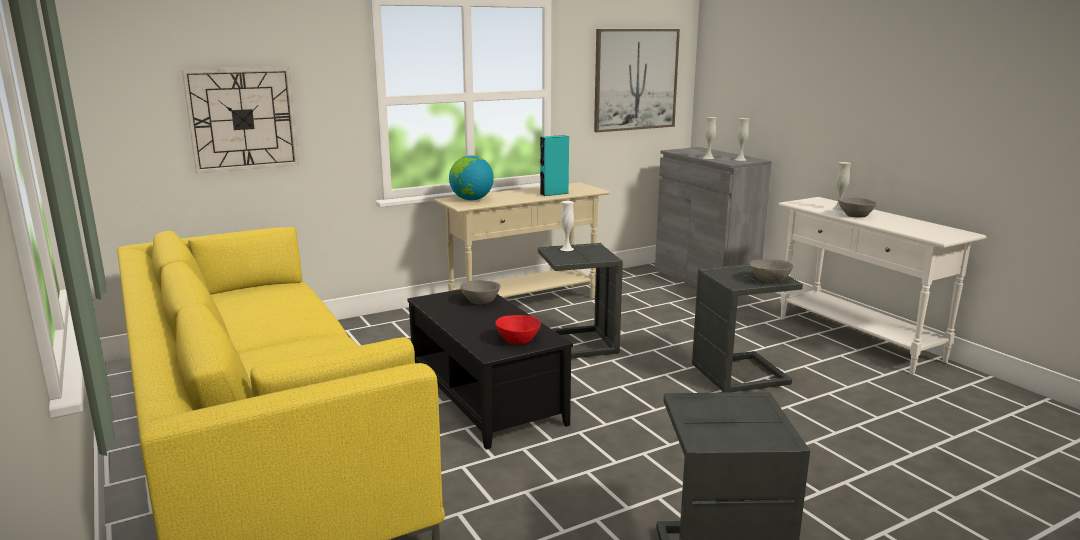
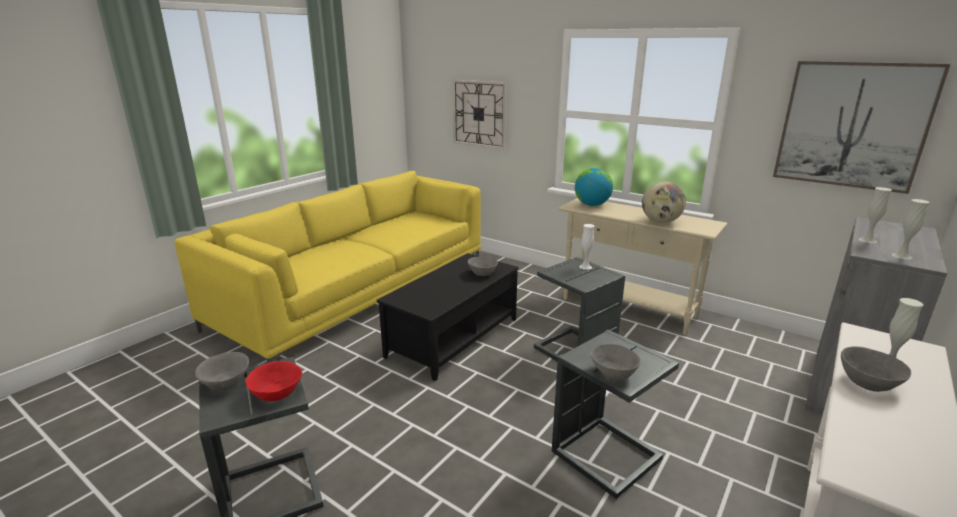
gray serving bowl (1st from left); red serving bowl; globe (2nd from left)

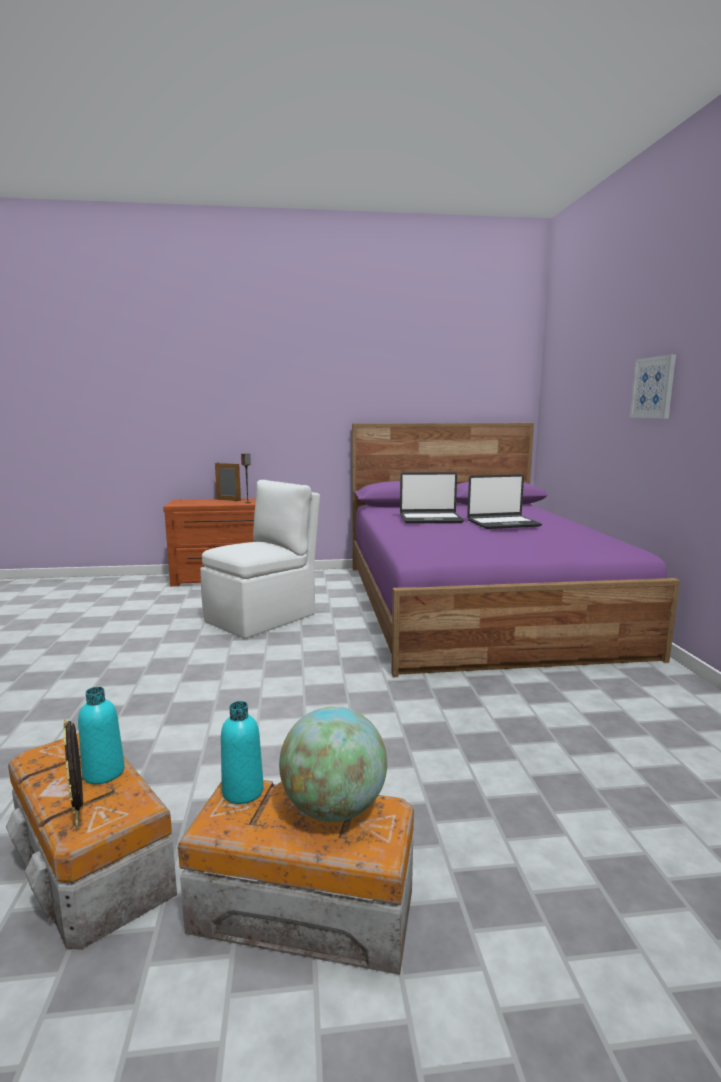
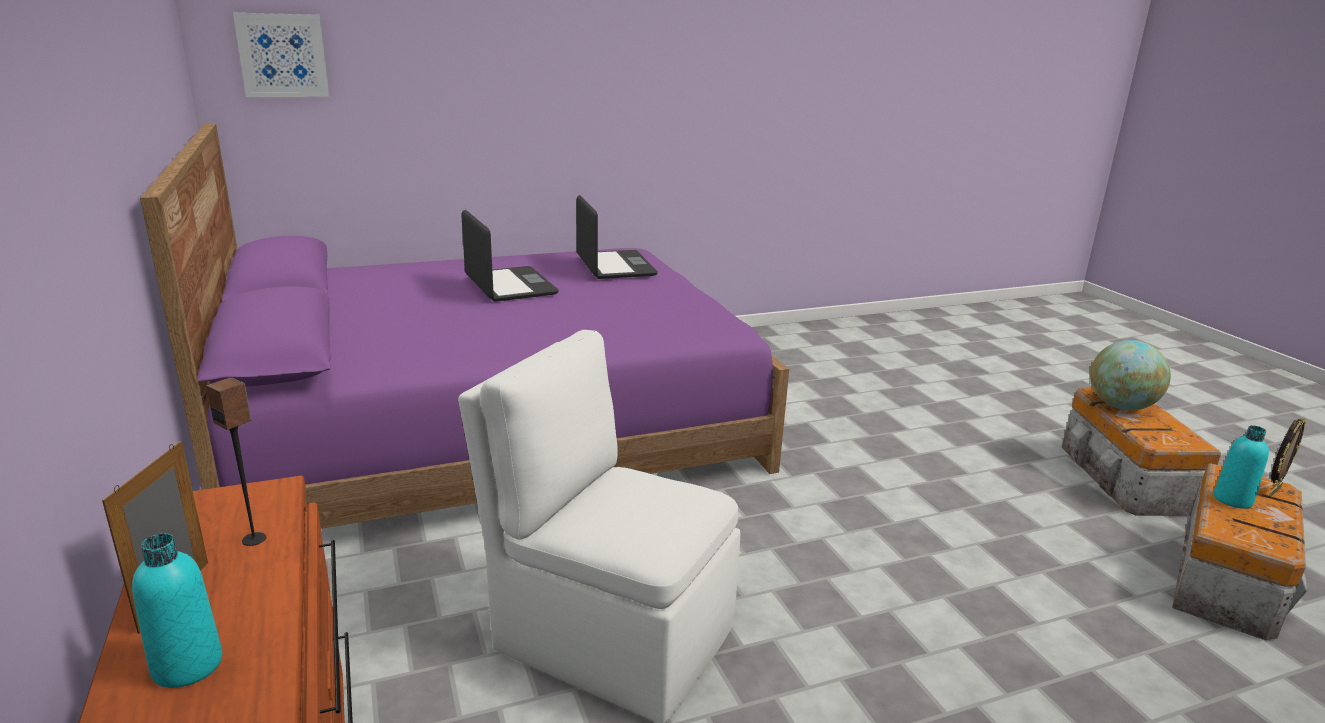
turquoise drink bottle (1st from left); wall art; portable computer (2nd from left)

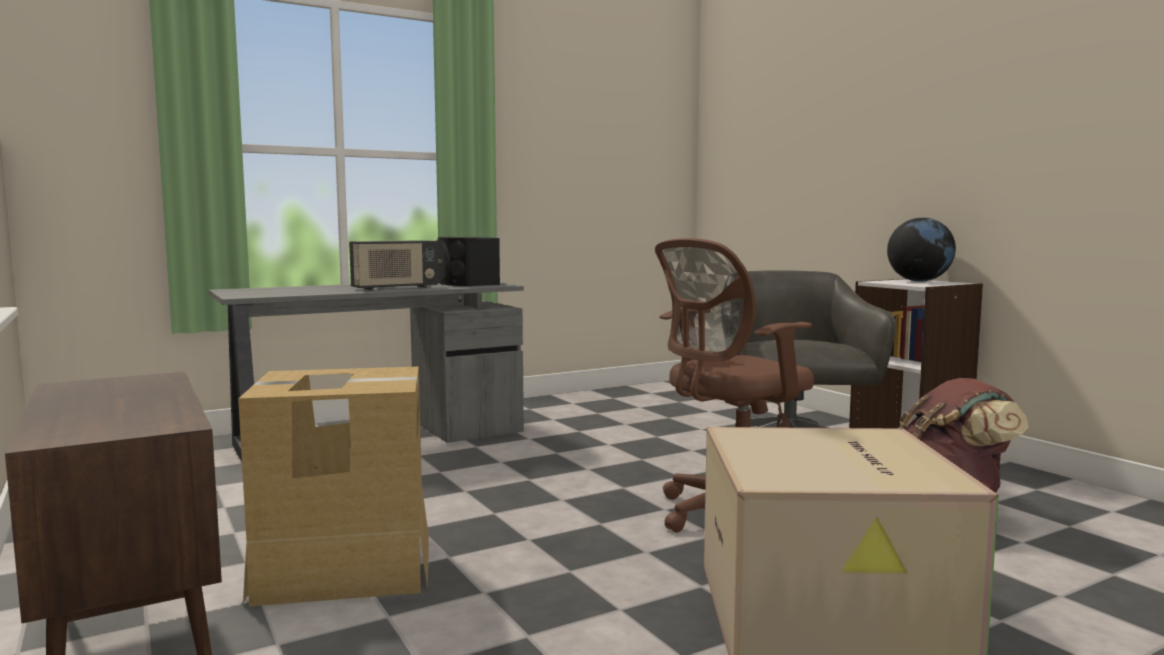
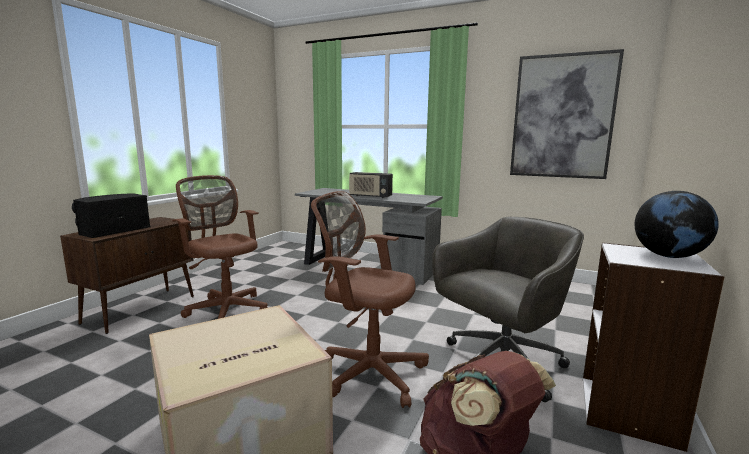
black-coloured audio speaker; brown-coloured computer chair (1st from left); wall art

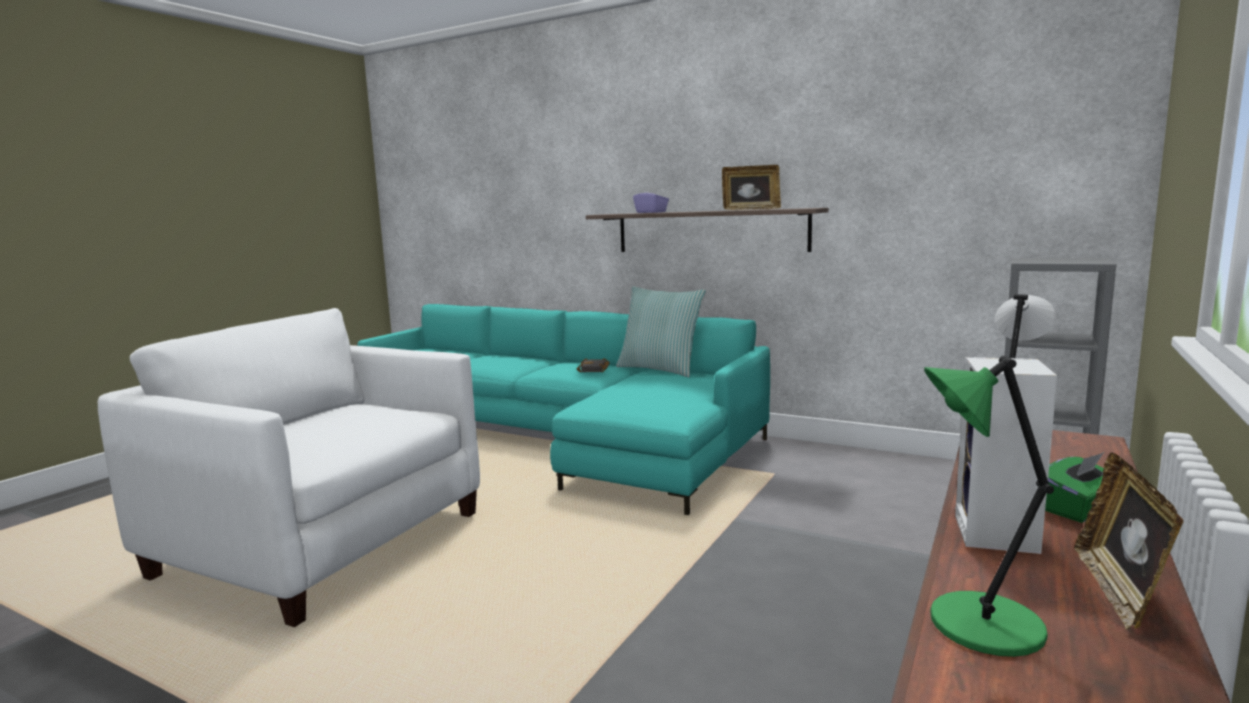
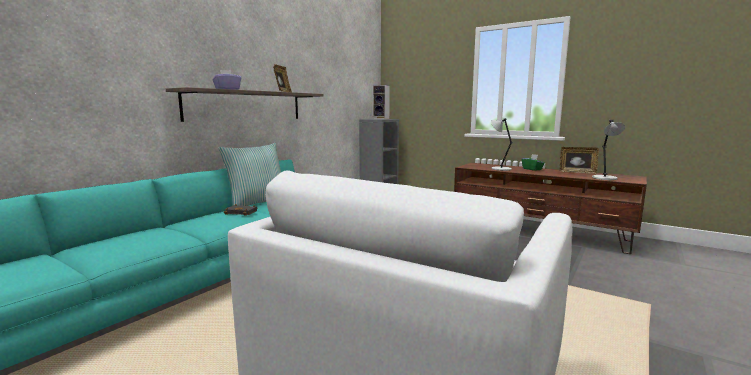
audio speaker; gray lamp for a table (2nd from left)

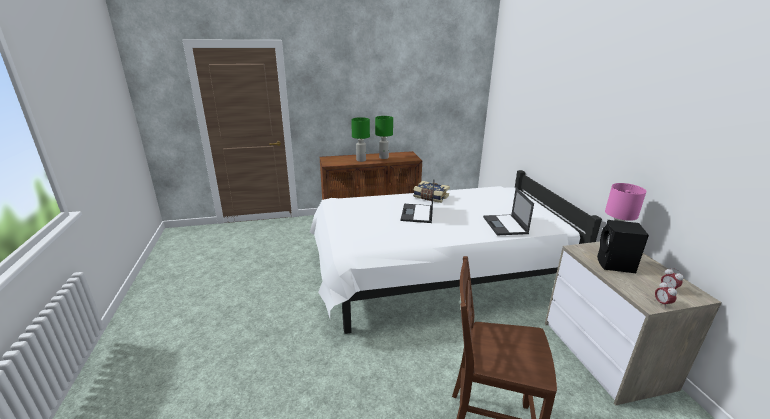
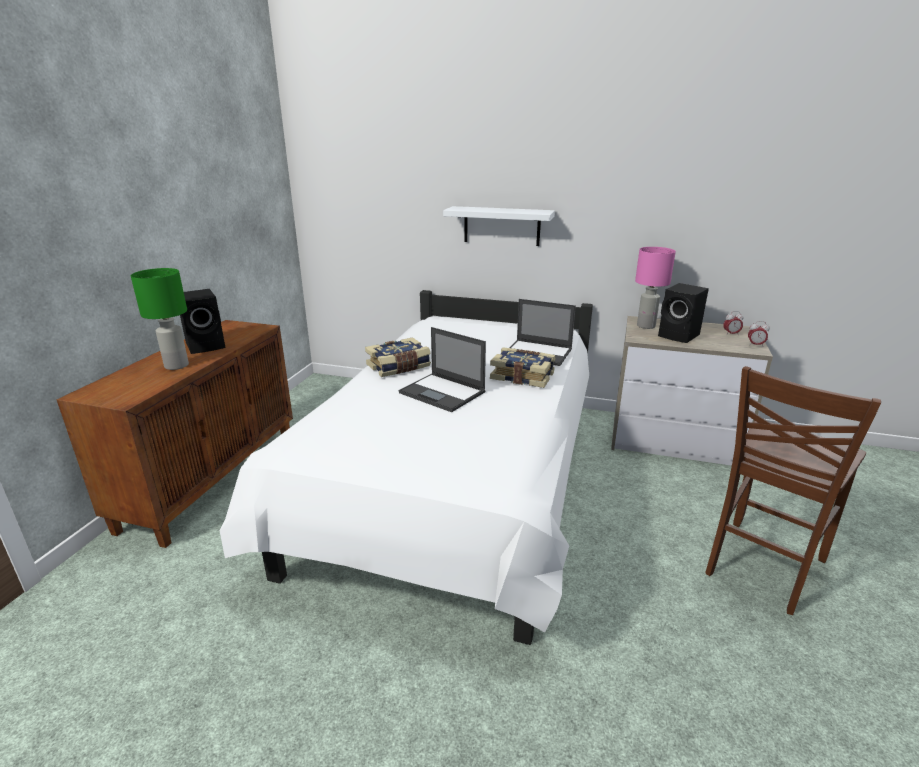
black-coloured audio speaker (1st from left); white-coloured shelf; volume (2nd from left)

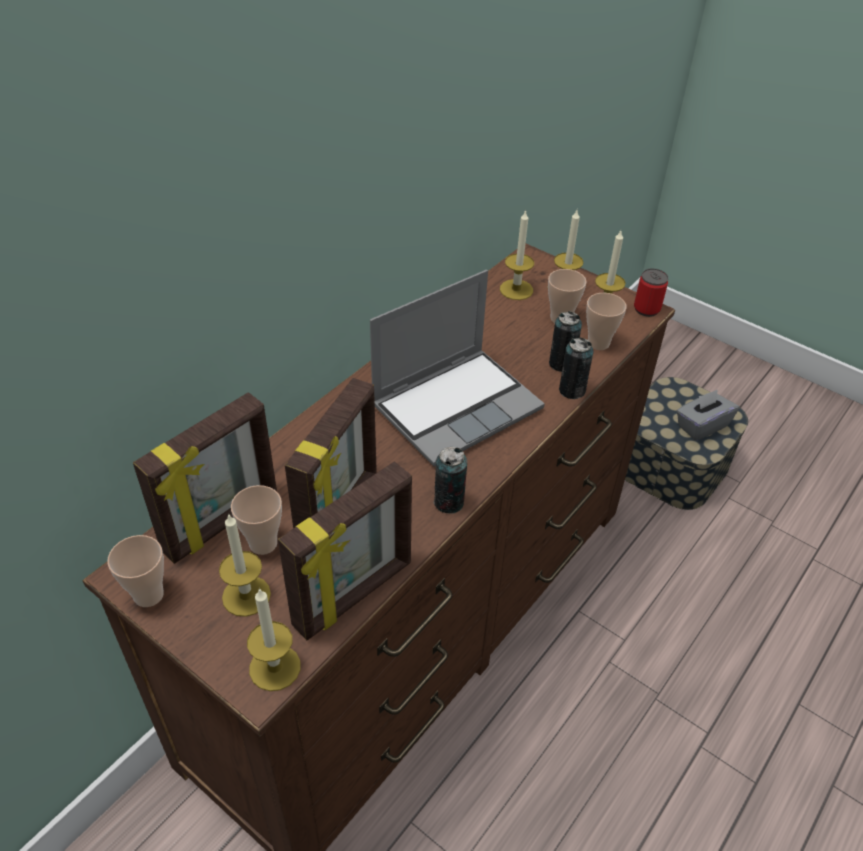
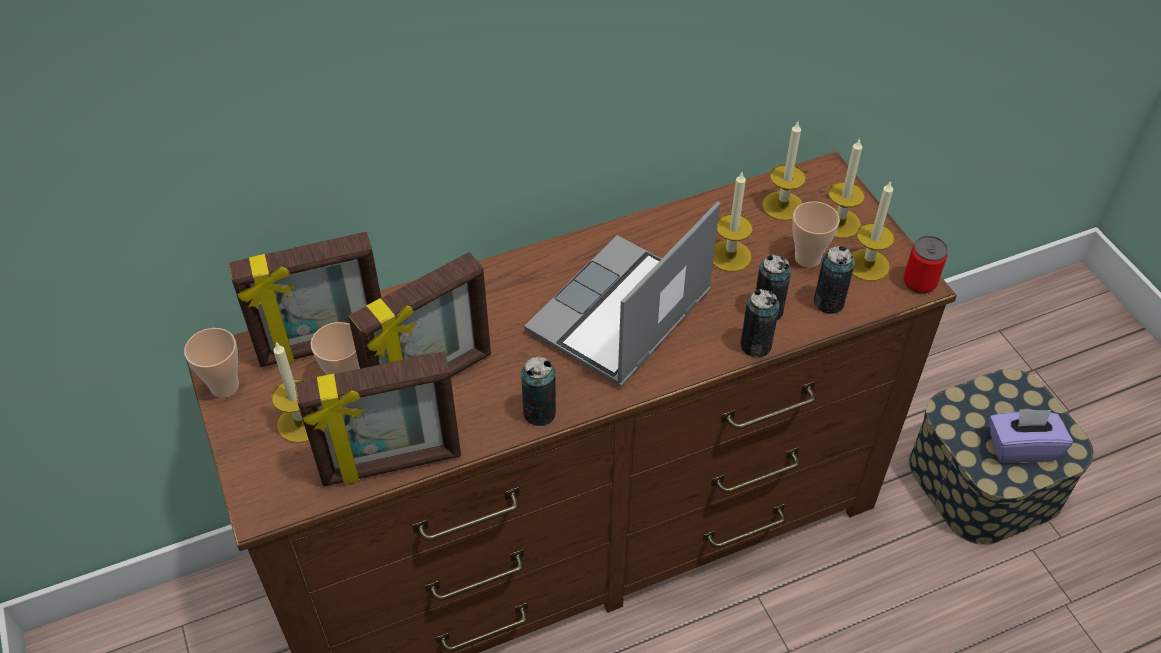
portable computer; wax candle (2nd from left); metal can (4th from left); purple tissue box

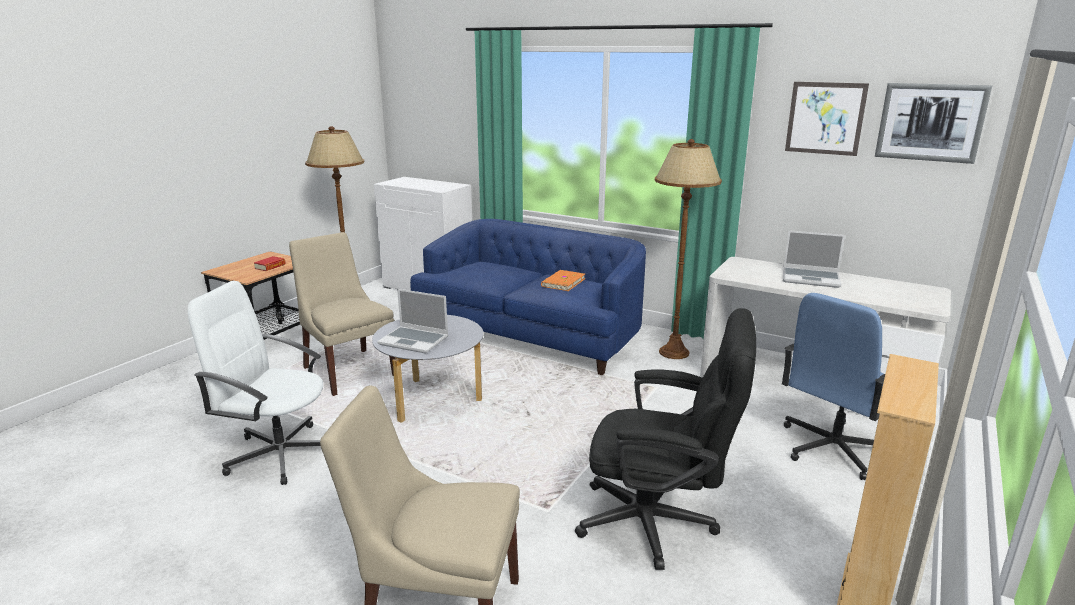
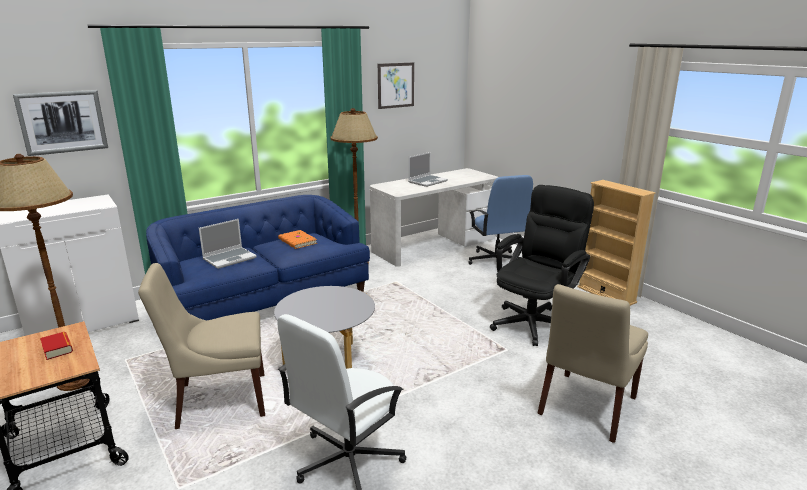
wall art (1st from left); portable computer (1st from left)

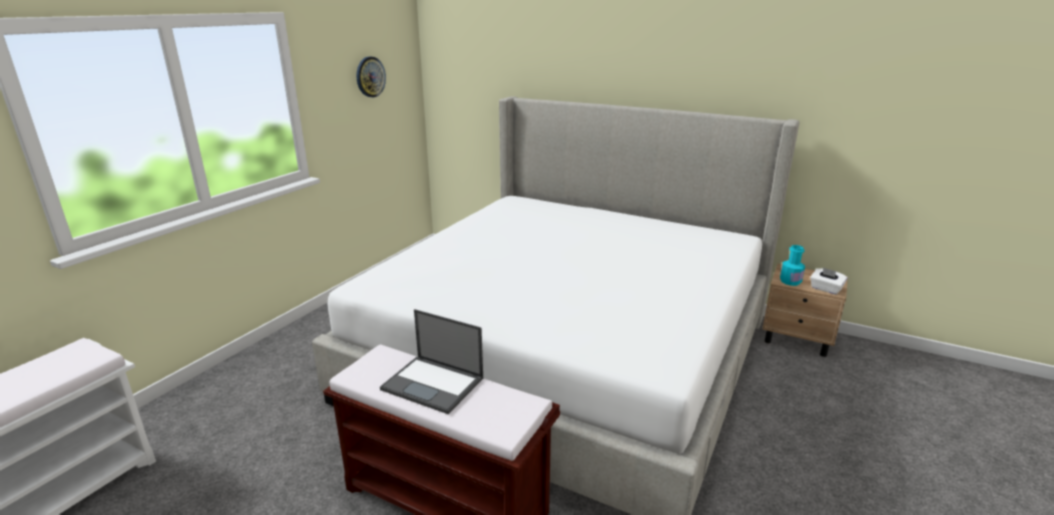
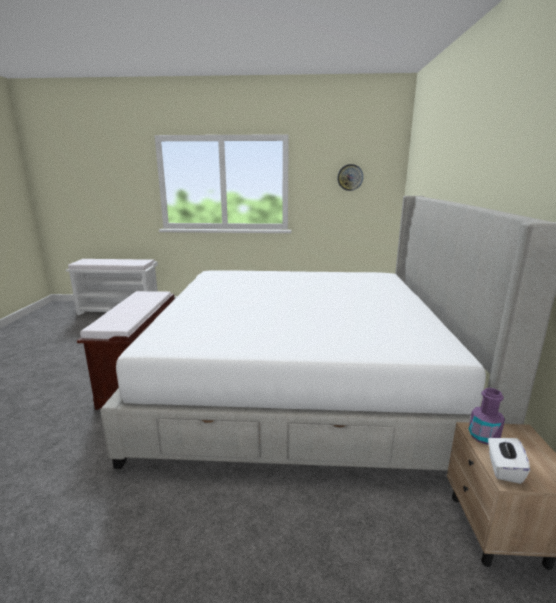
purple drink bottle; portable computer

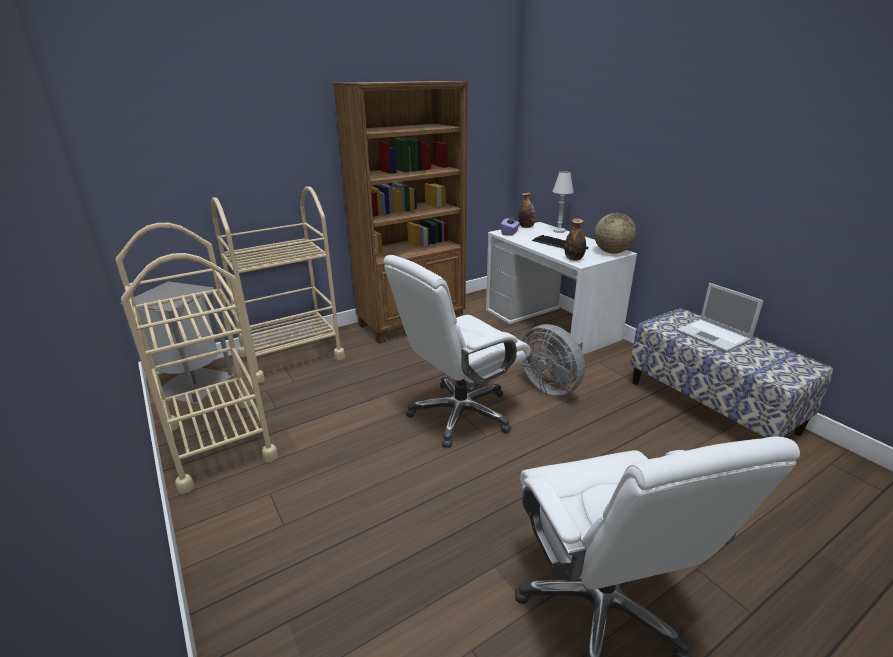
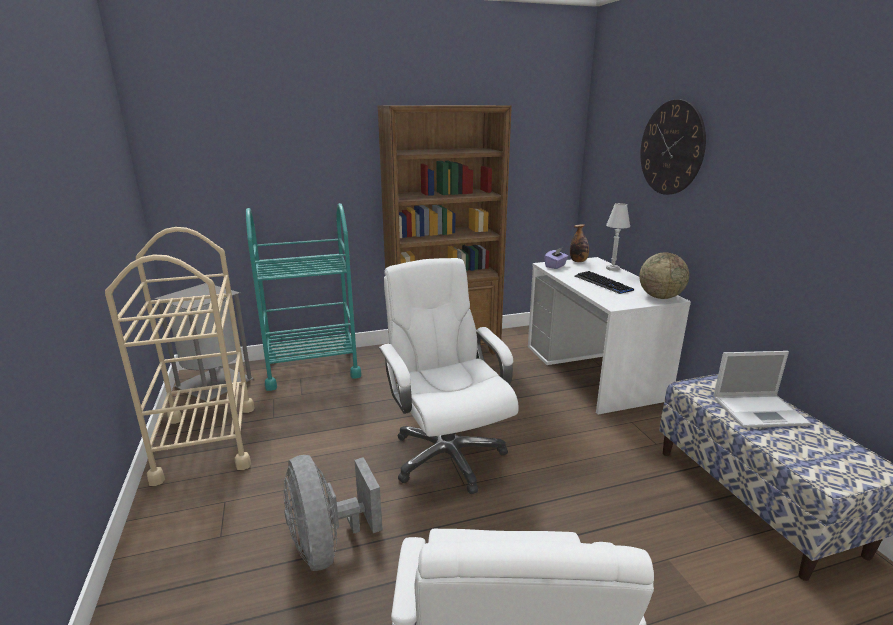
turquoise trolley; gray electric fan; white-coloured computer chair (1st from left); wall clock; portable computer; drink bottle (2nd from left in the first image)

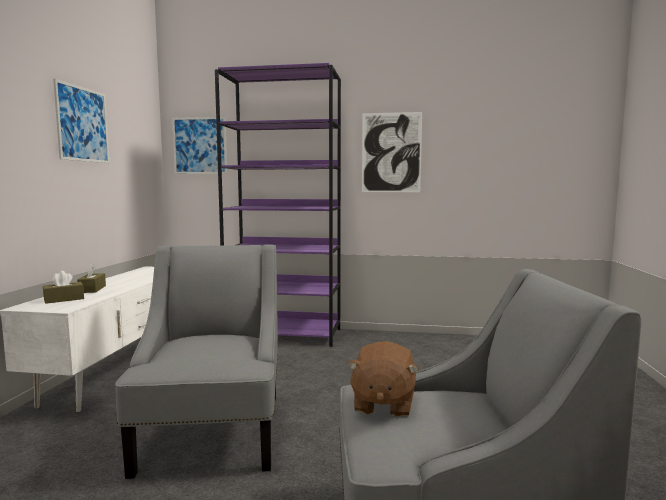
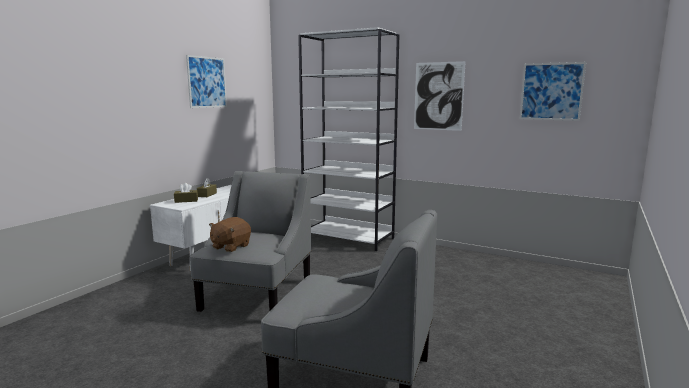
brown-coloured cuddly toy; white-coloured bookshelf; wall art (3rd from left)

